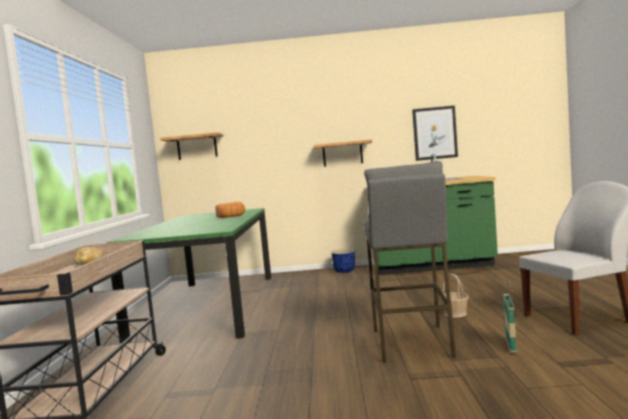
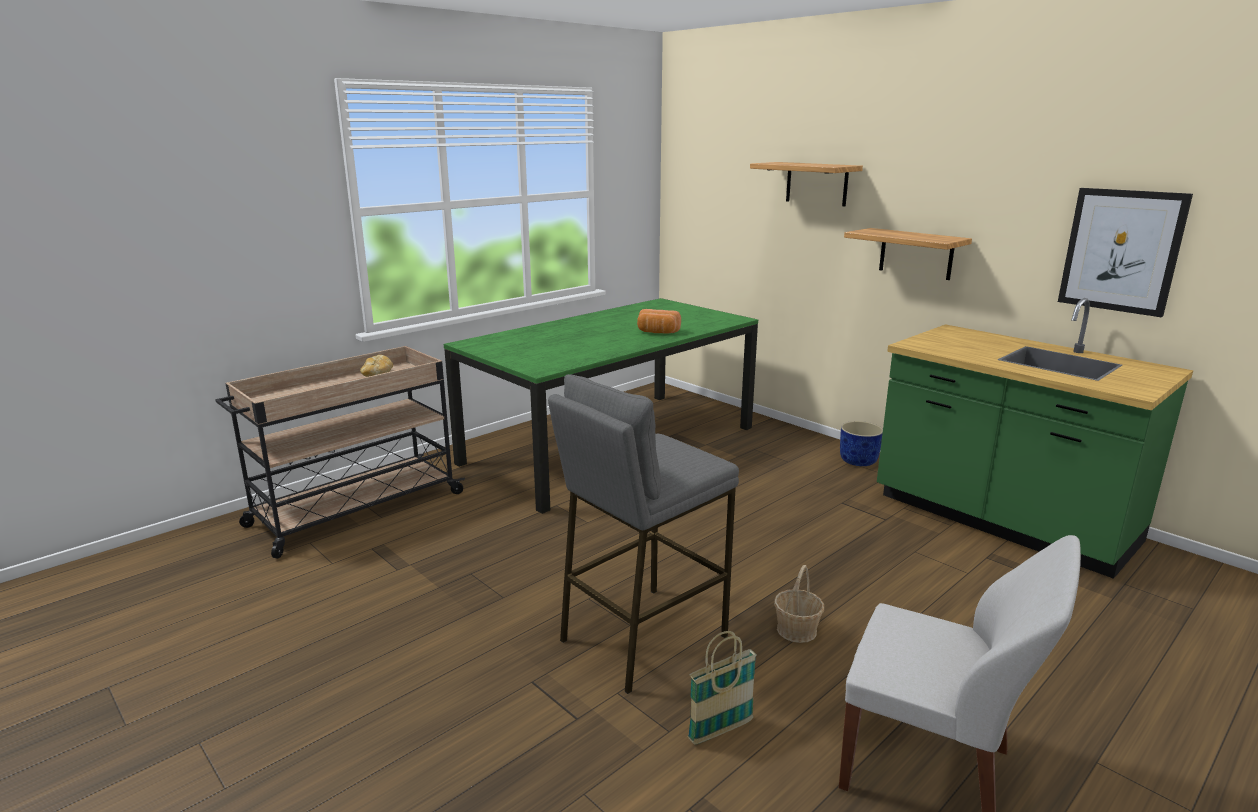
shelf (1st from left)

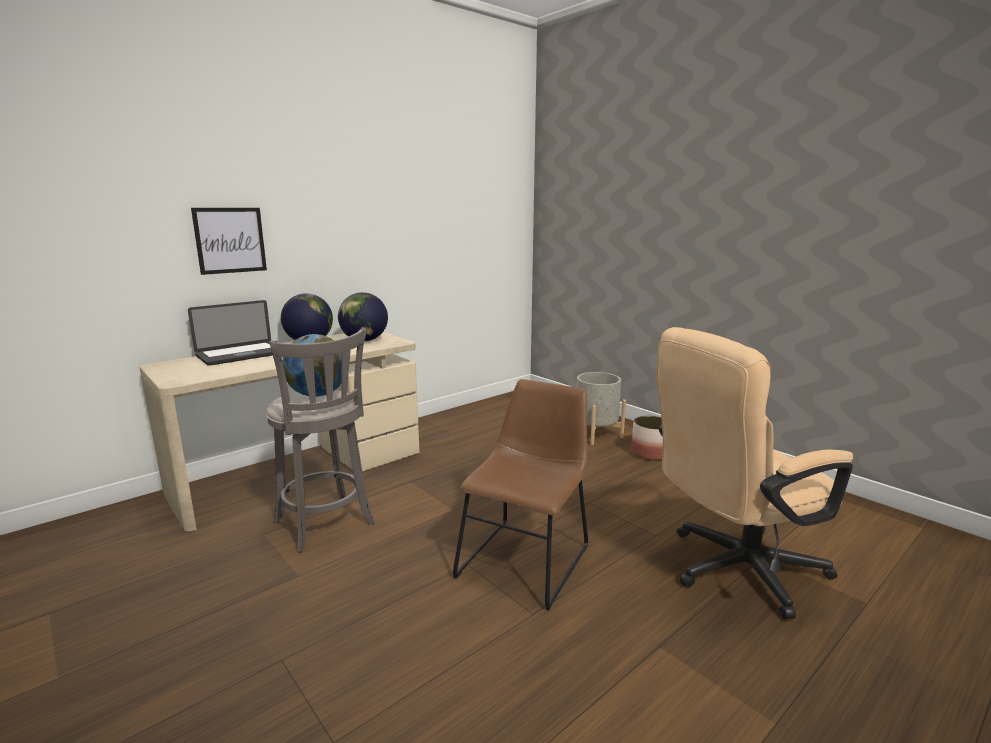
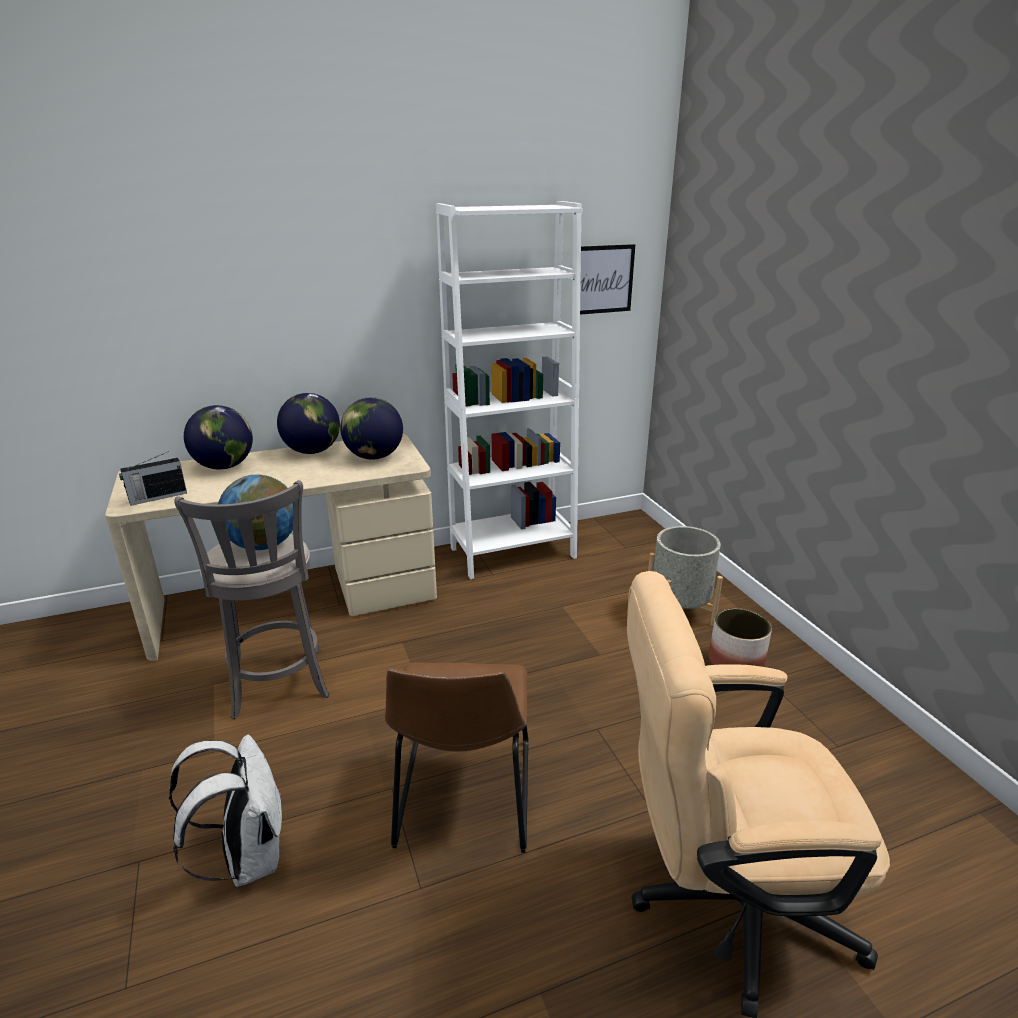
radio receiver; white-coloured rucksack; globe (1st from left); brown-coloured upright chair; white-coloured bookshelf; wall art

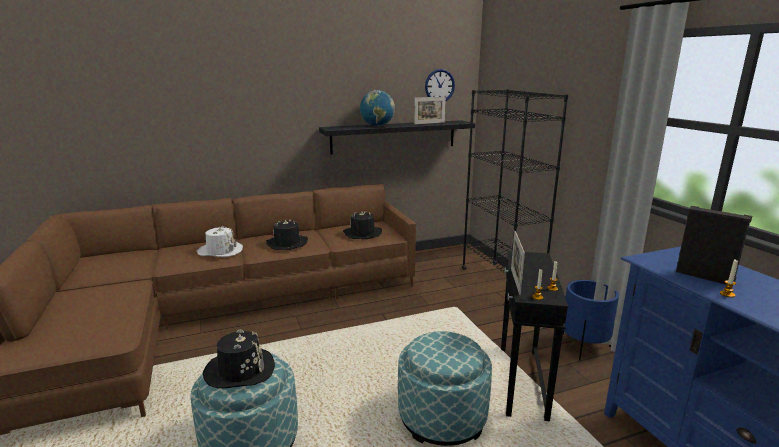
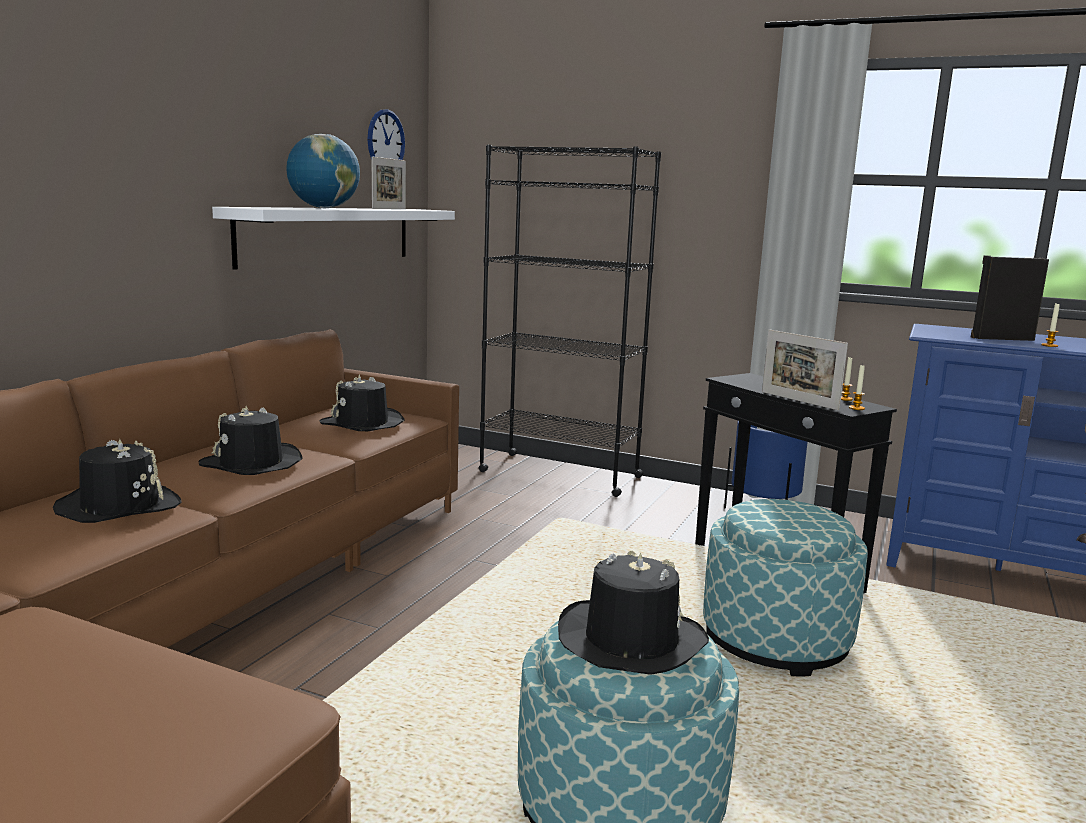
black-coloured wearable hat (1st from left); white-coloured shelf

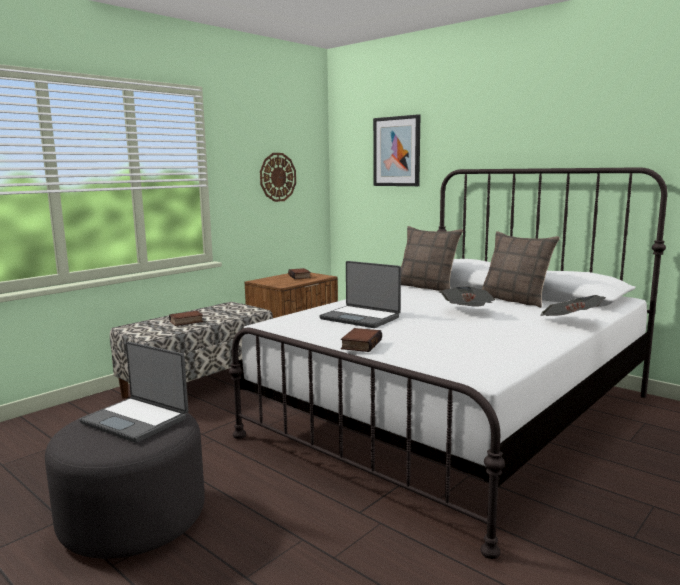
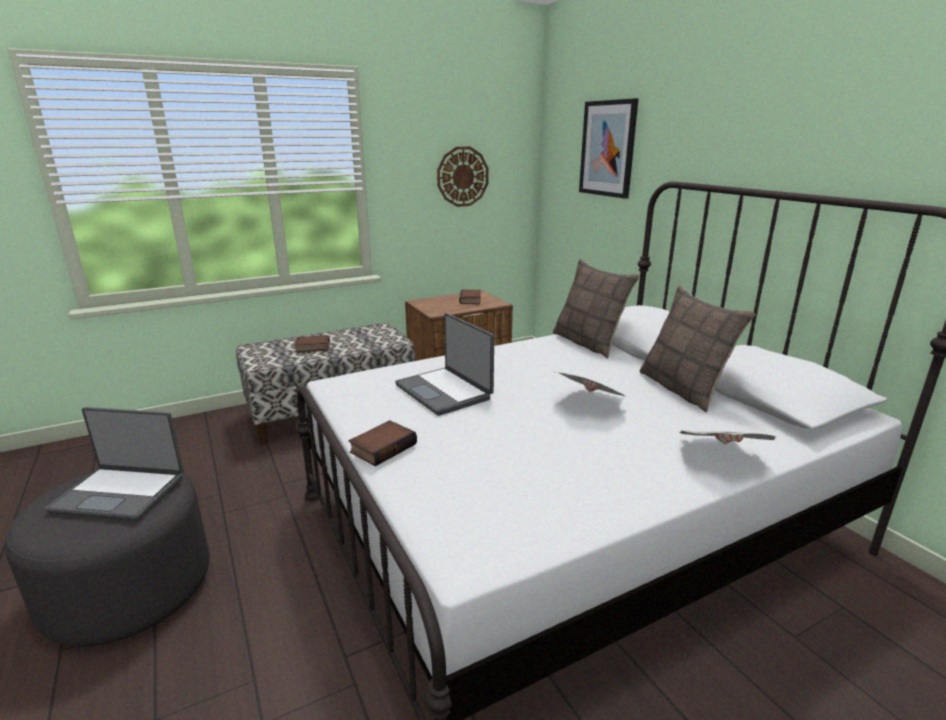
portable computer (1st from left)

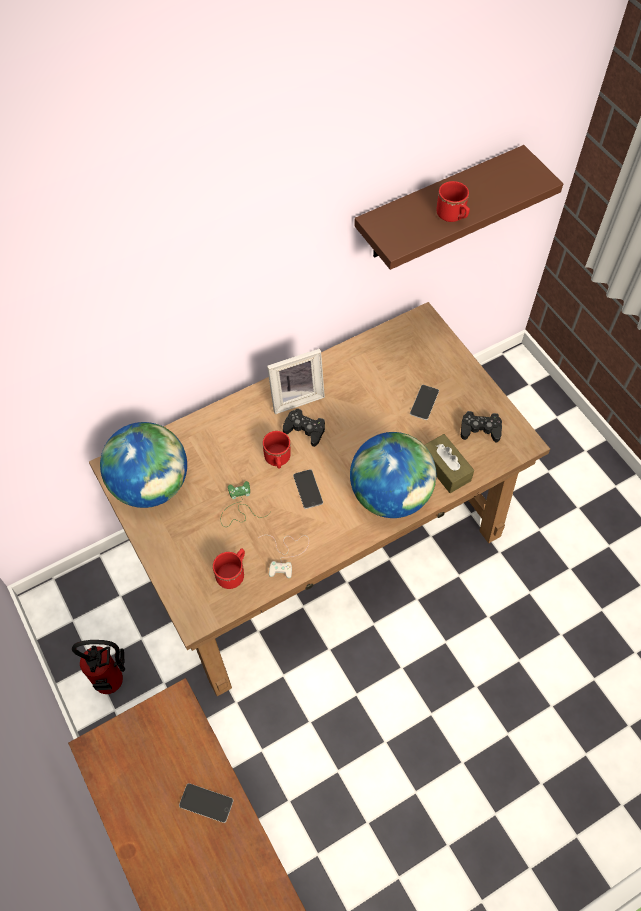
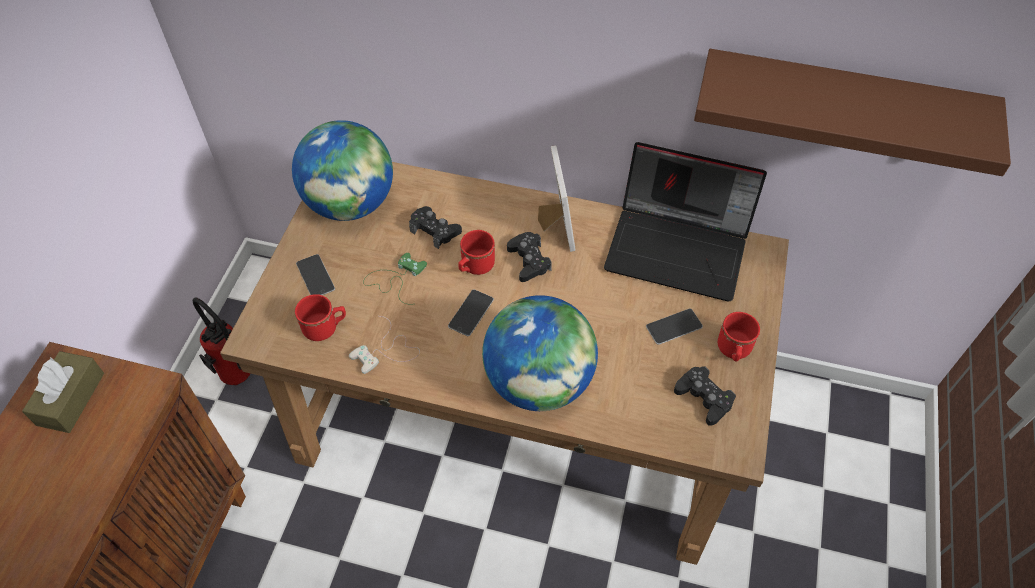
brown-coloured tissue box; telephone (1st from left); black-coloured game controller (1st from left); standing frame; portable computer; red mug (3rd from left)

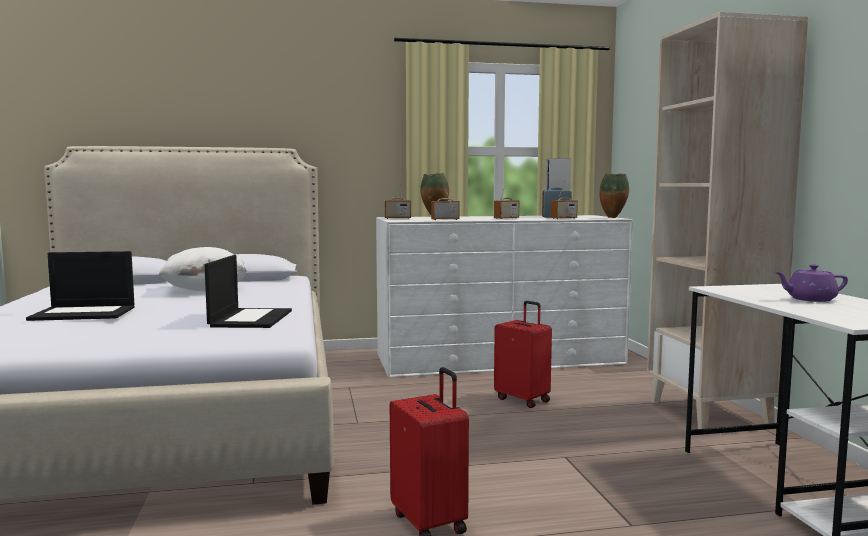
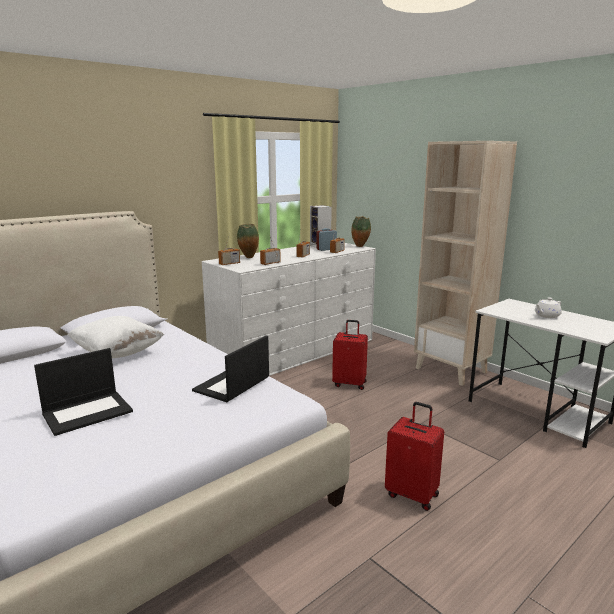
portable computer (2nd from left); white-coloured teapot

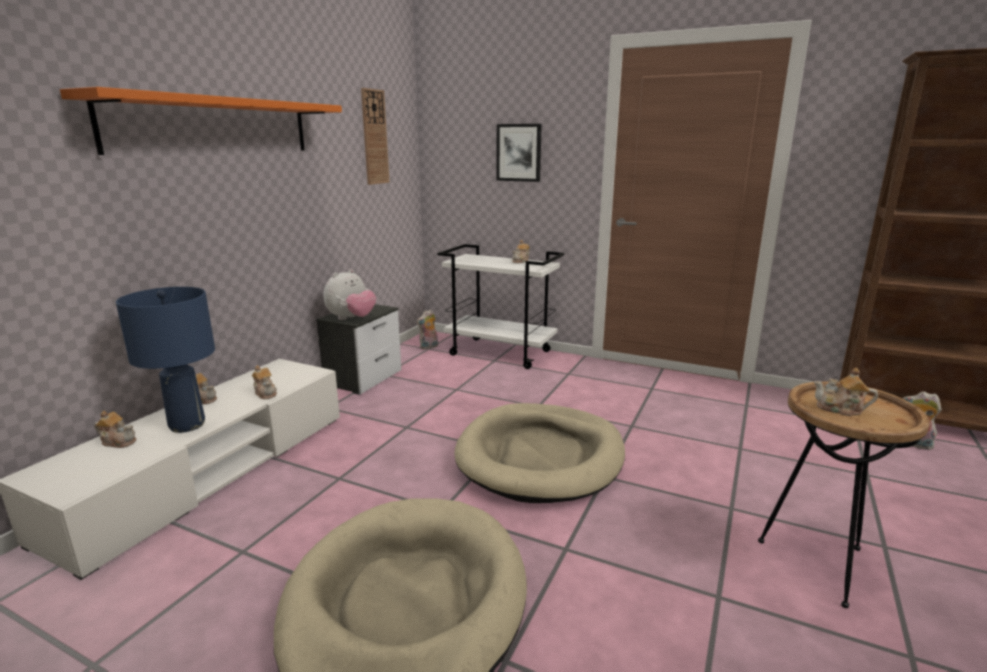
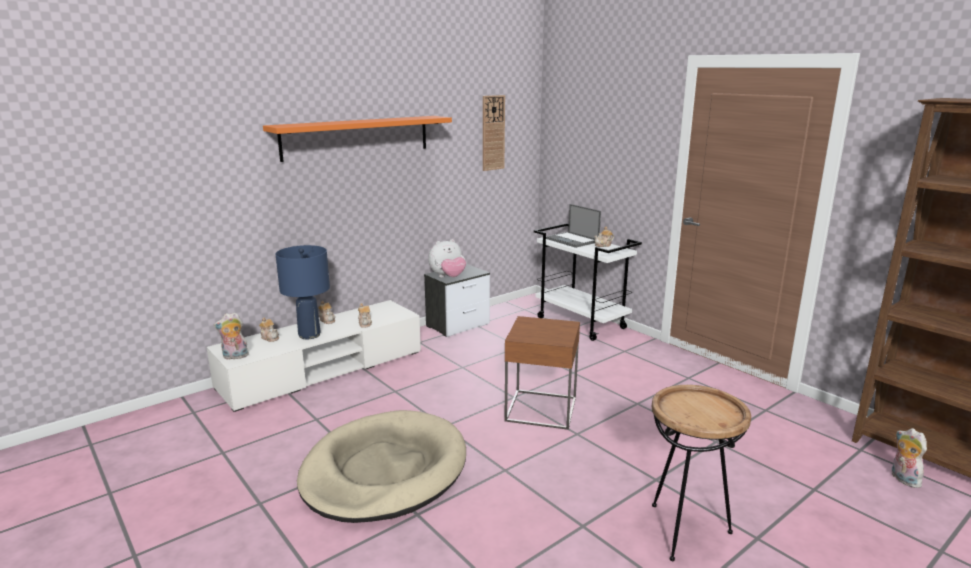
cuddly toy (1st from left); brown-coloured accent table (1st from left); portable computer; wall art; teapot (5th from left in the first image)

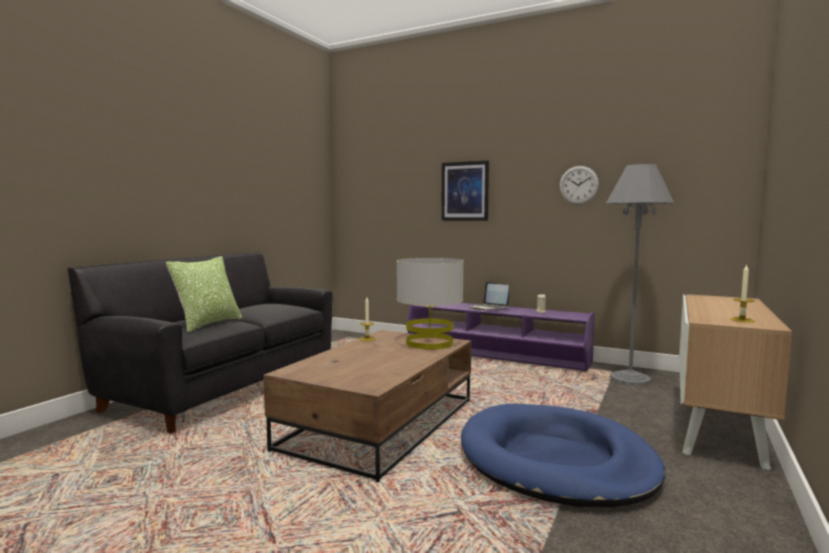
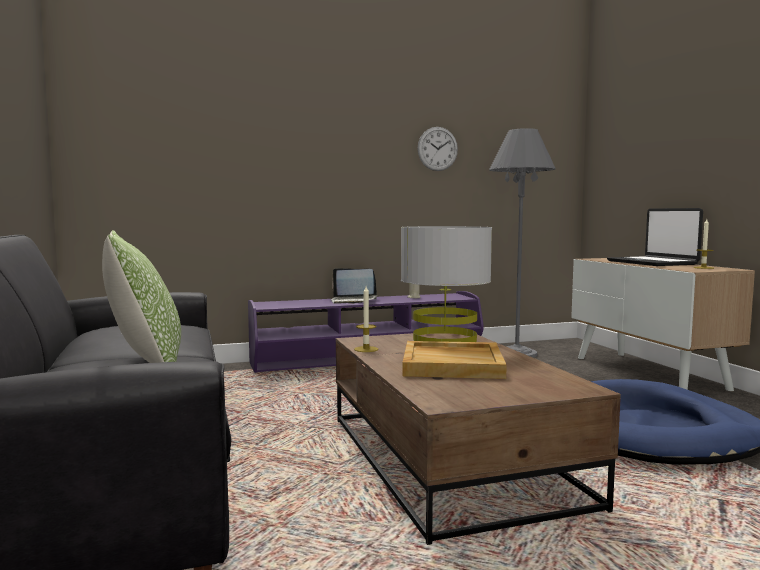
sand-coloured serving tray; portable computer (2nd from left); wall art

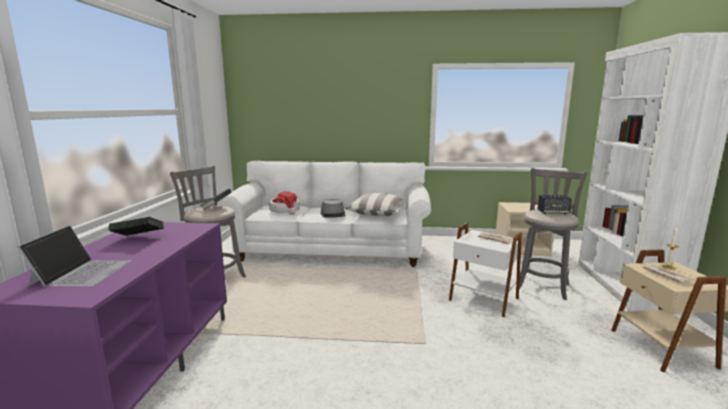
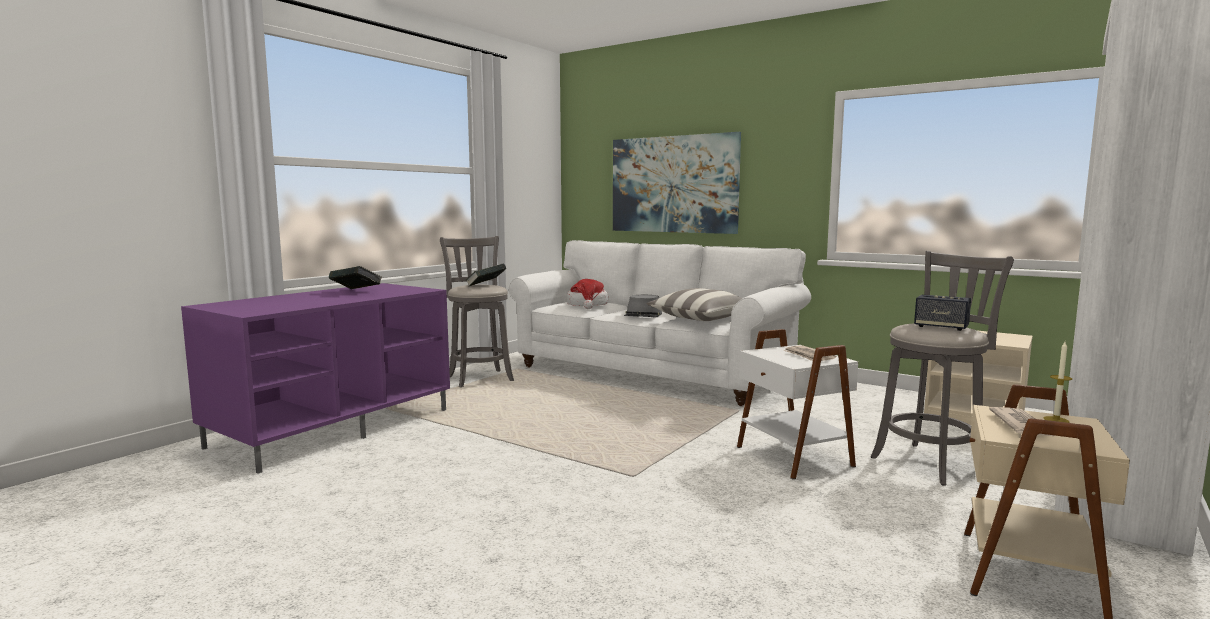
wall art; portable computer

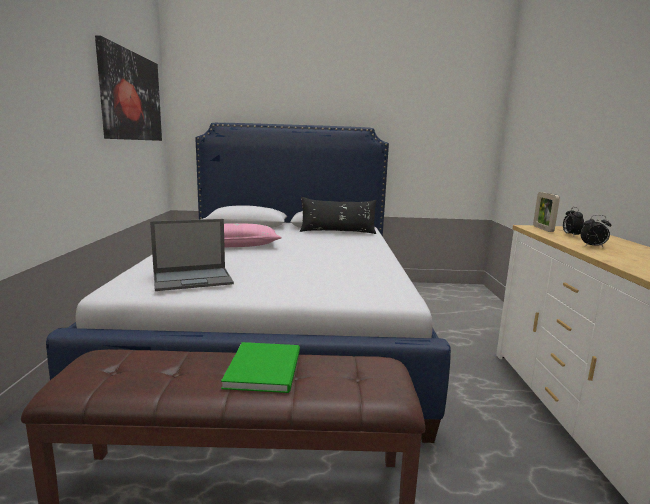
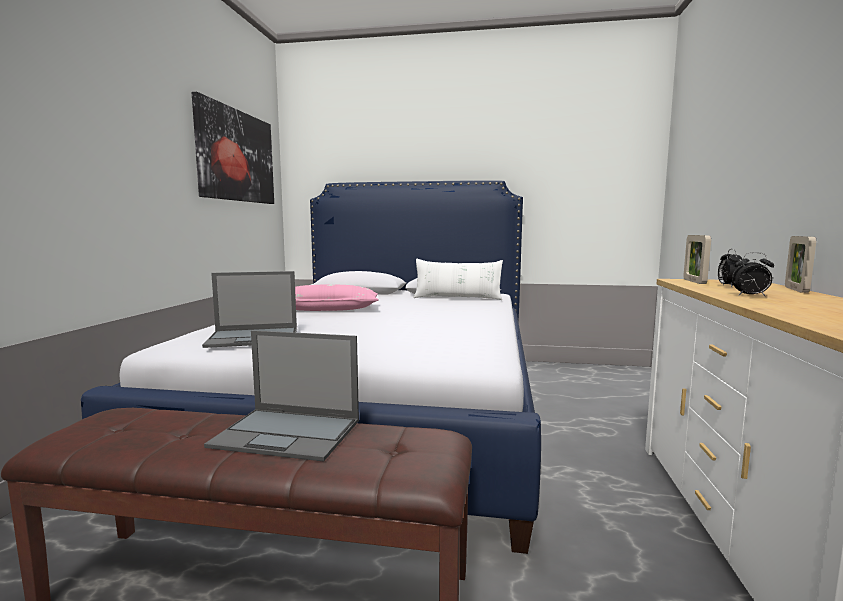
portable computer (2nd from left); white-coloured pillow; standing frame (2nd from left)

